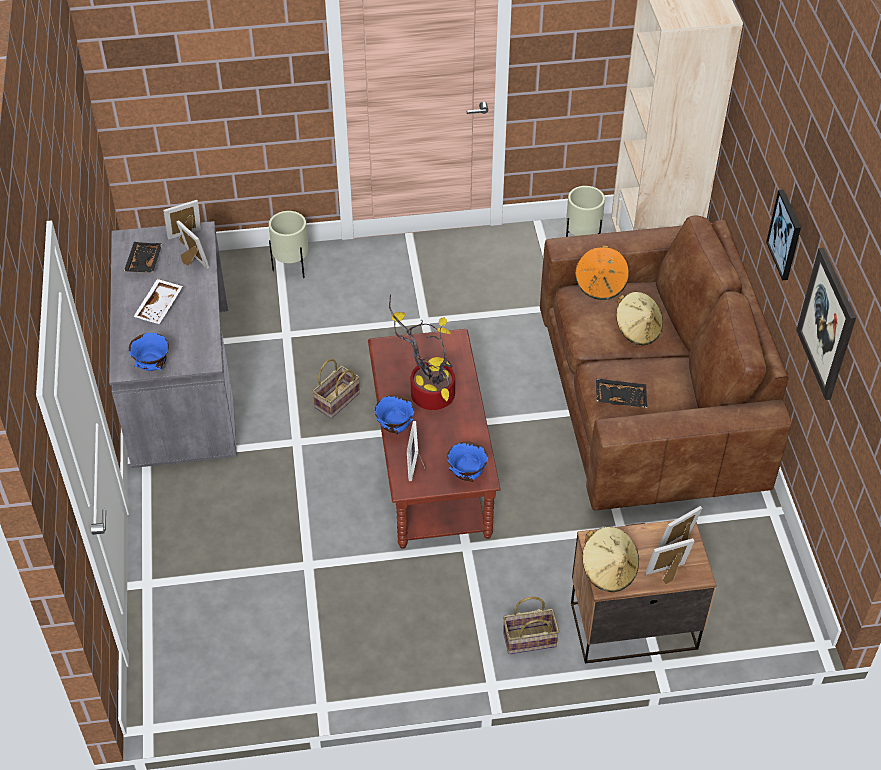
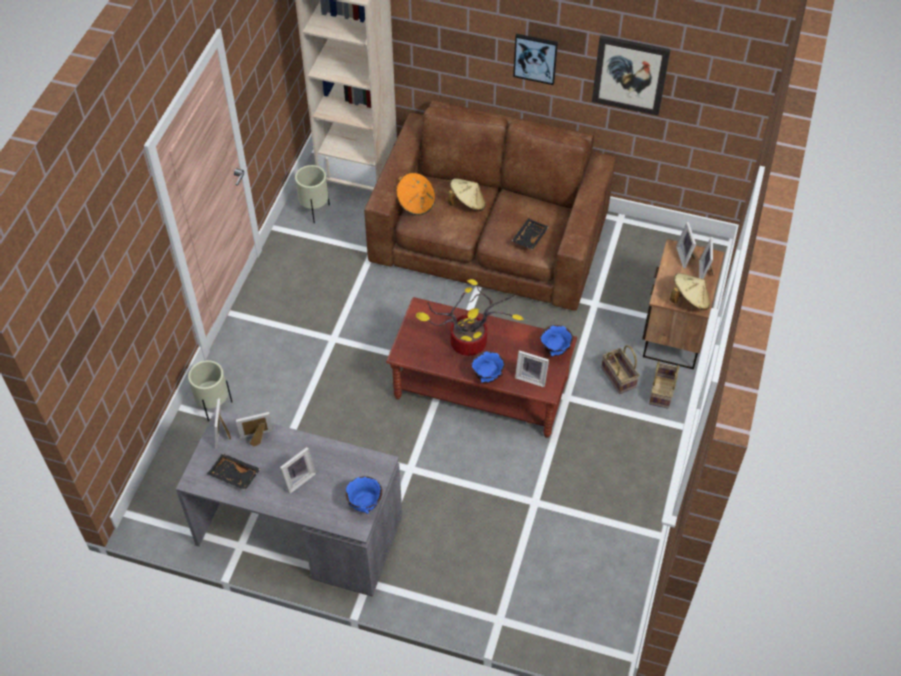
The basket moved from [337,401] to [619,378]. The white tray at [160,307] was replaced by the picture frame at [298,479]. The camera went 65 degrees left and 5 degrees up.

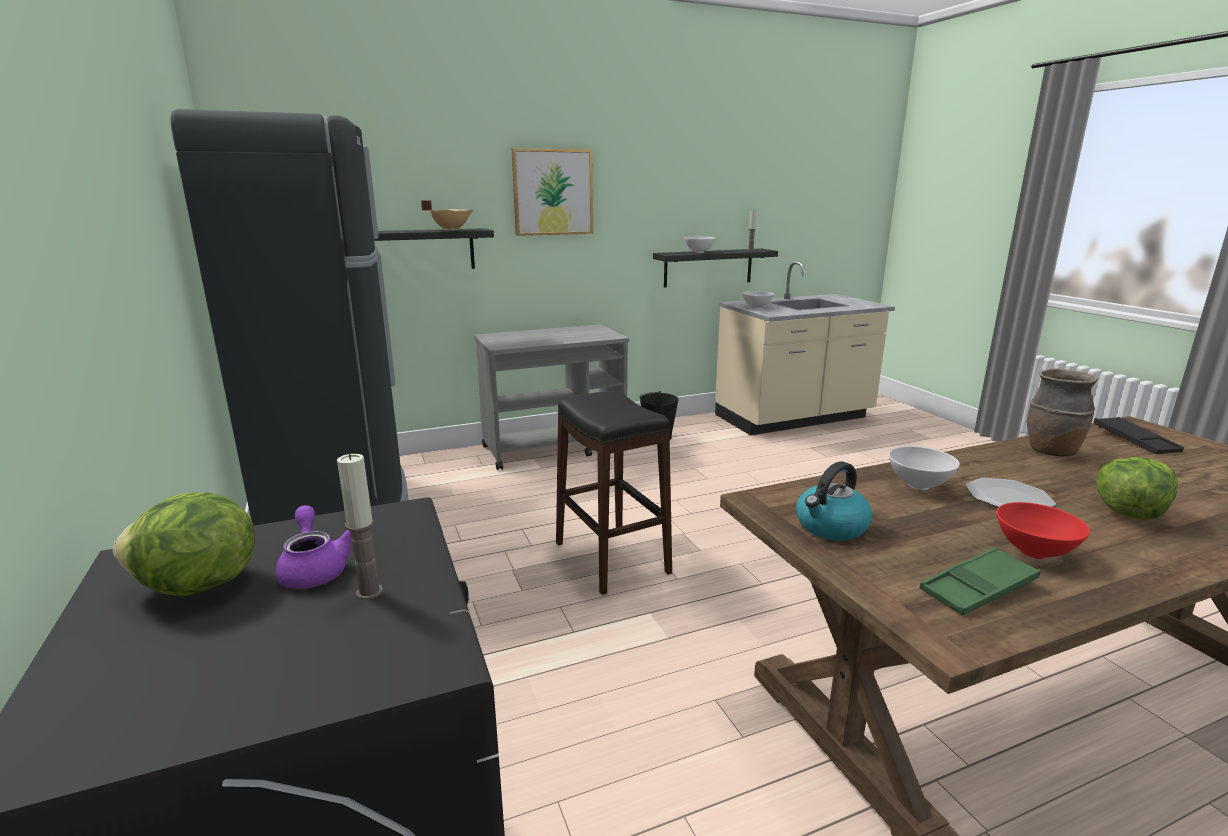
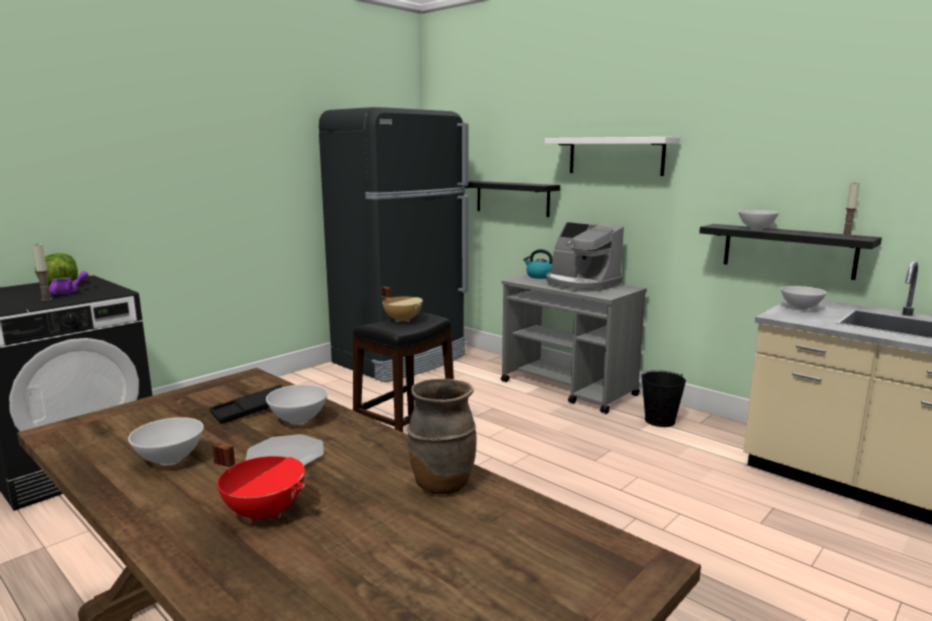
The green tray at [978,588] disappeared. The coffee machine at [580,284] appeared. The beige cooking pot moved from [451,230] to [403,320]. The kettle moved from [830,527] to [539,276]. The black tray moved from [1134,440] to [252,410]. The picture at [553,192] was replaced by the white shelf at [615,156]. The lettuce at [1128,513] was replaced by the red cooking pot at [265,511]. The red bowl at [1033,553] became the white bowl at [169,460]. The camera went 65 degrees right and 5 degrees down.

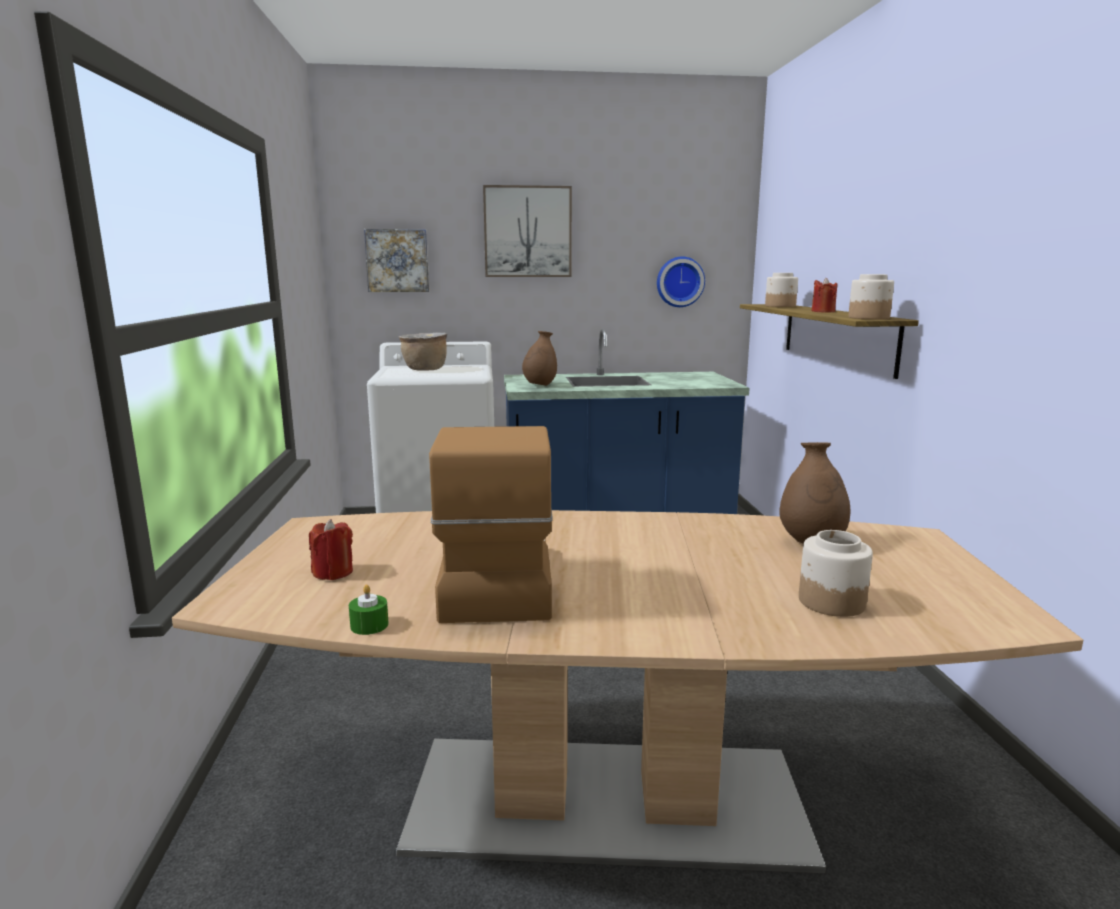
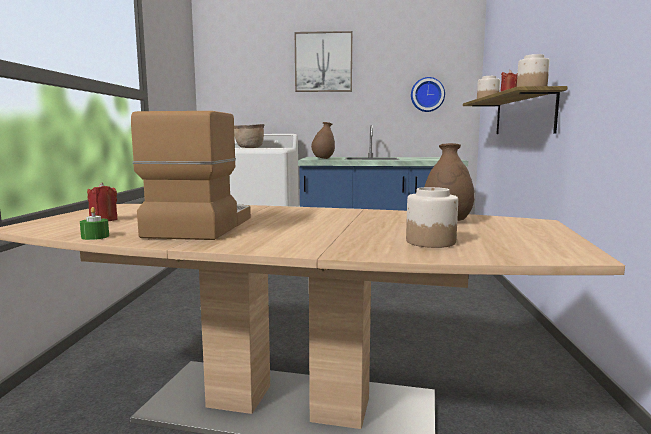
The picture at [397,260] disappeared. The camera went 10 degrees right and 5 degrees down.

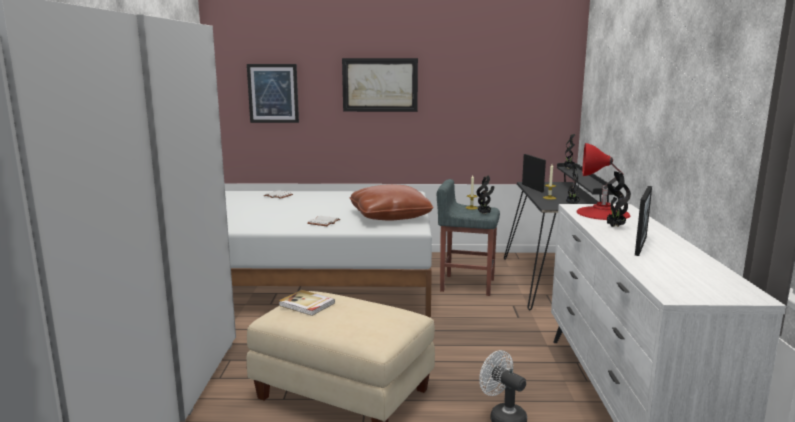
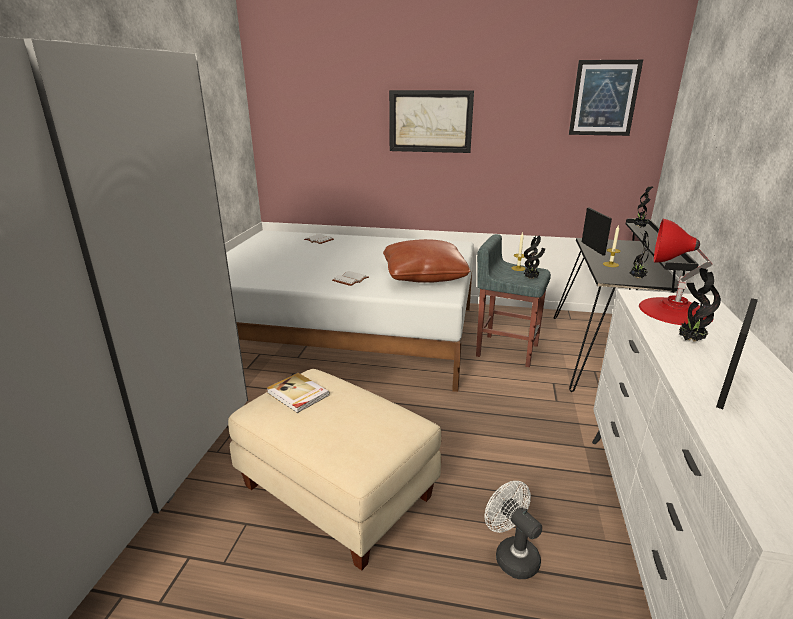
The picture moved from [273,93] to [604,98]. The camera went 10 degrees right and 10 degrees up.

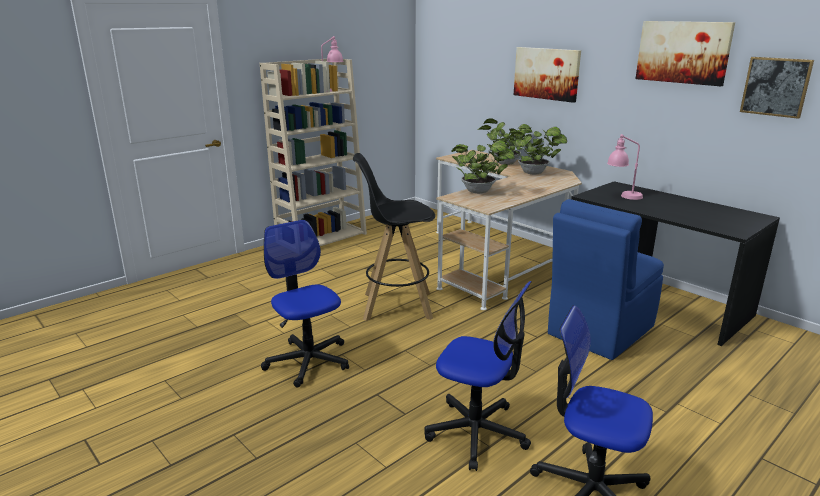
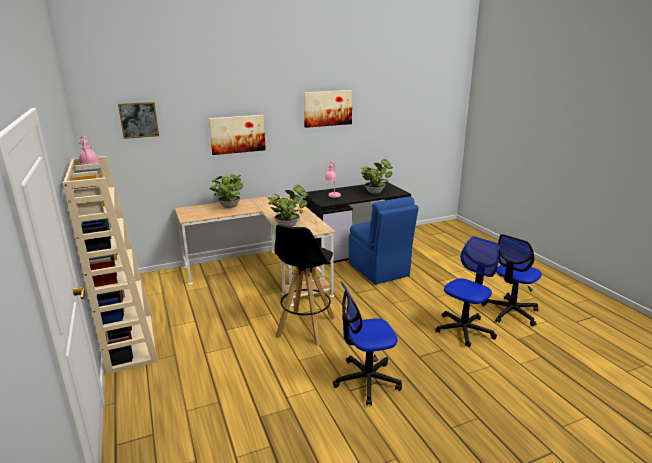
The potted plant moved from [535,173] to [375,192]. The picture moved from [775,87] to [139,120]. The camera went 70 degrees left and 0 degrees up.

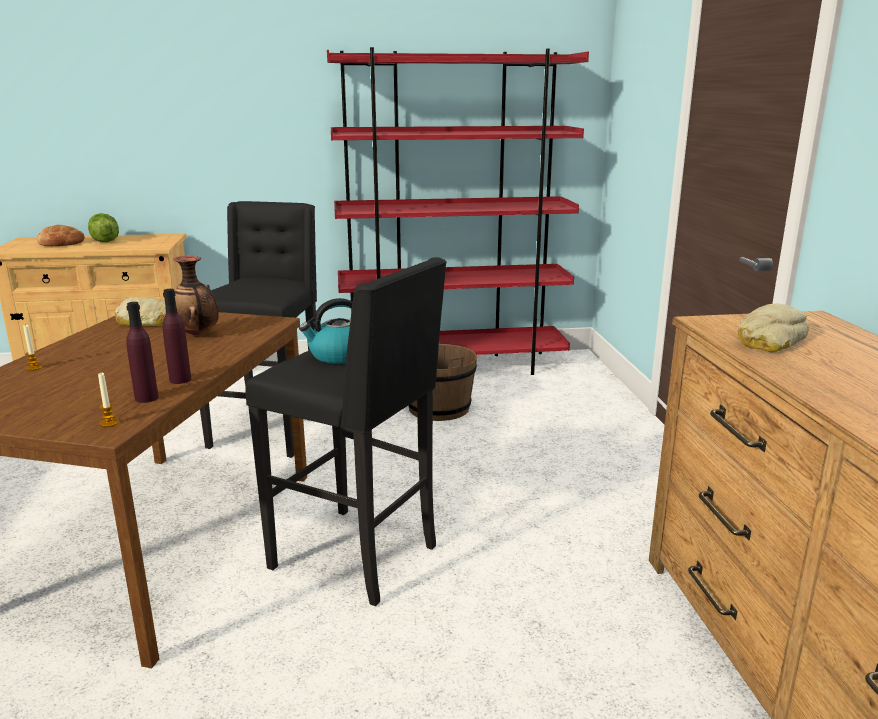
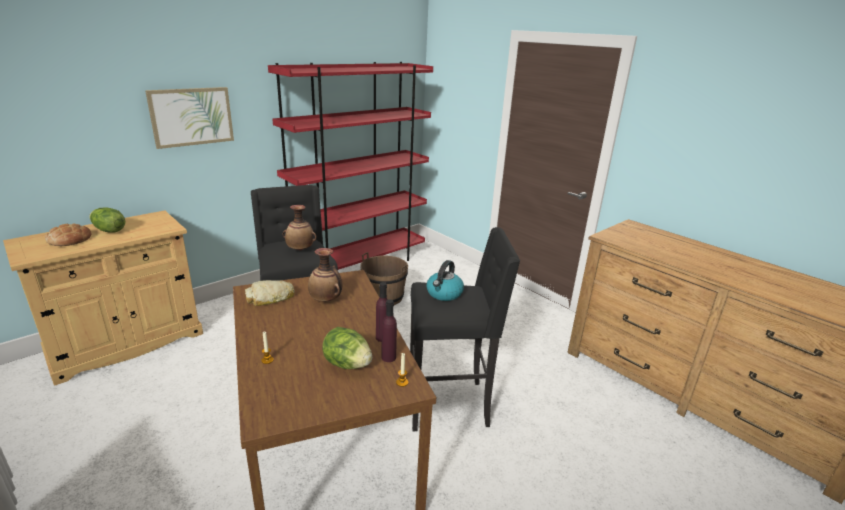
The bread at [769,339] disappeared. The picture at [191,116] appeared. The vase at [300,249] appeared. The lettuce at [347,364] appeared. The camera went 35 degrees left and 5 degrees up.

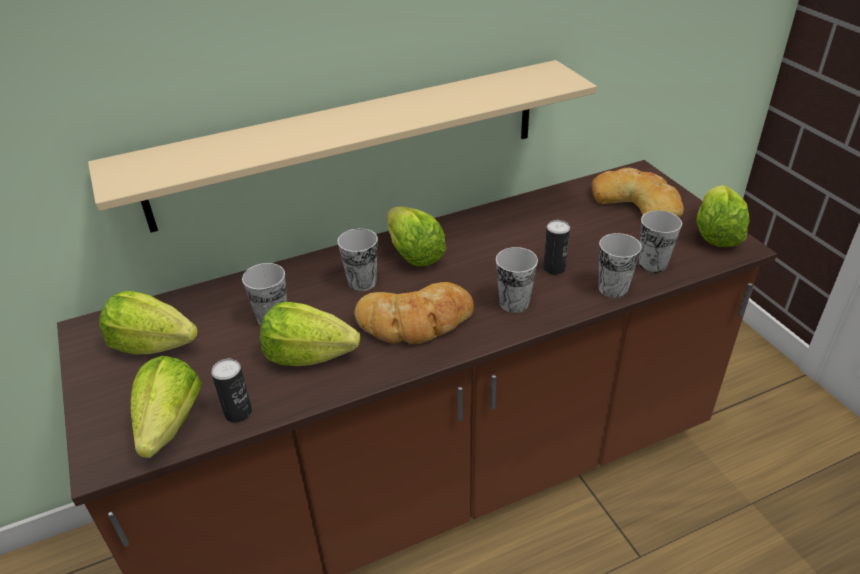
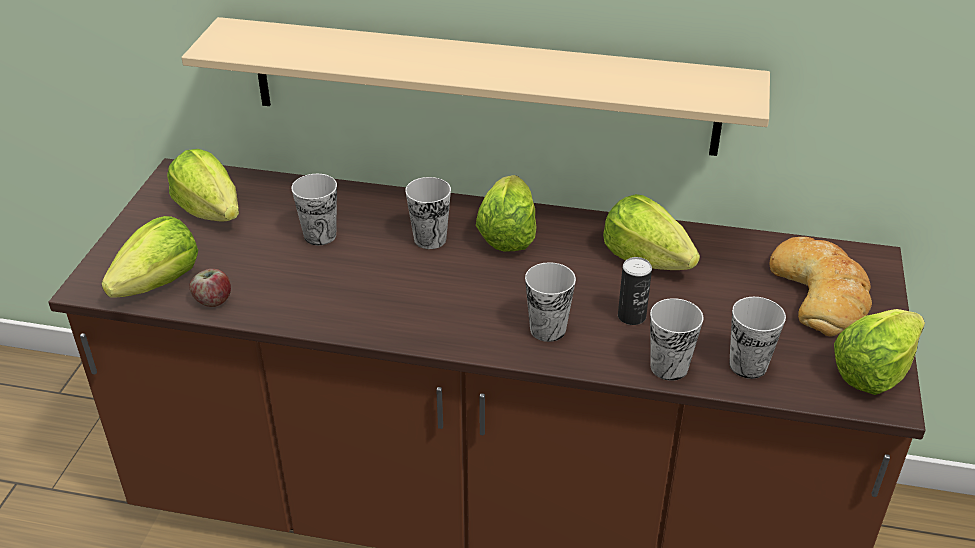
The bread at [415,321] disappeared. The lettuce moved from [308,355] to [646,259]. The can at [238,412] was replaced by the apple at [213,300]. The camera went 35 degrees right and 0 degrees up.

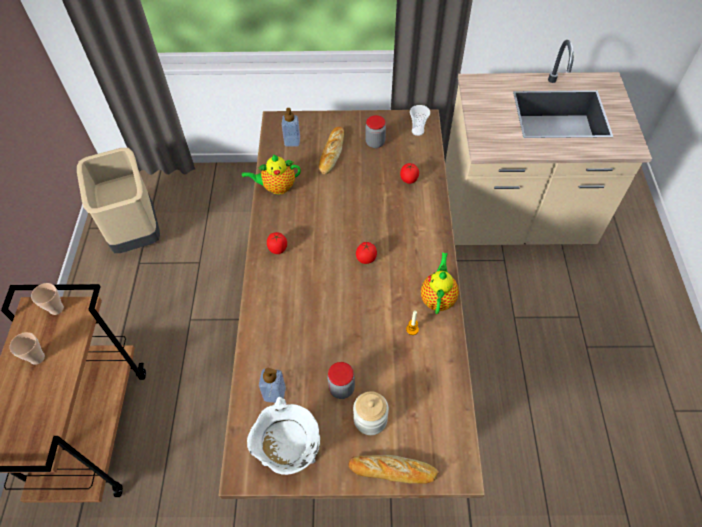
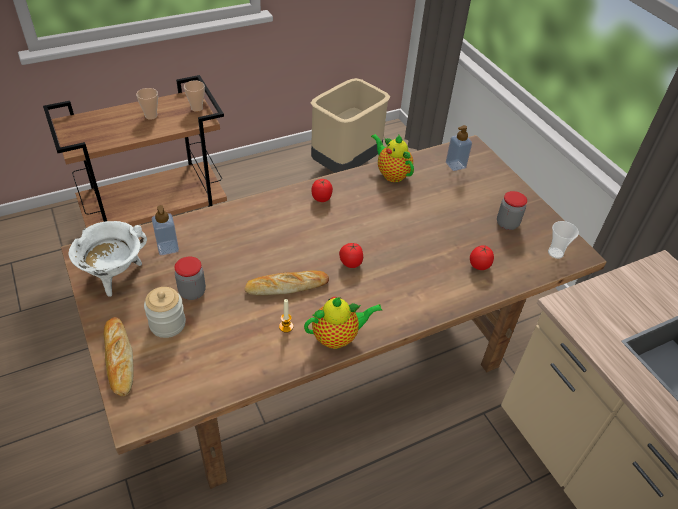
The bread moved from [331,152] to [286,286]. The camera went 60 degrees right and 10 degrees down.

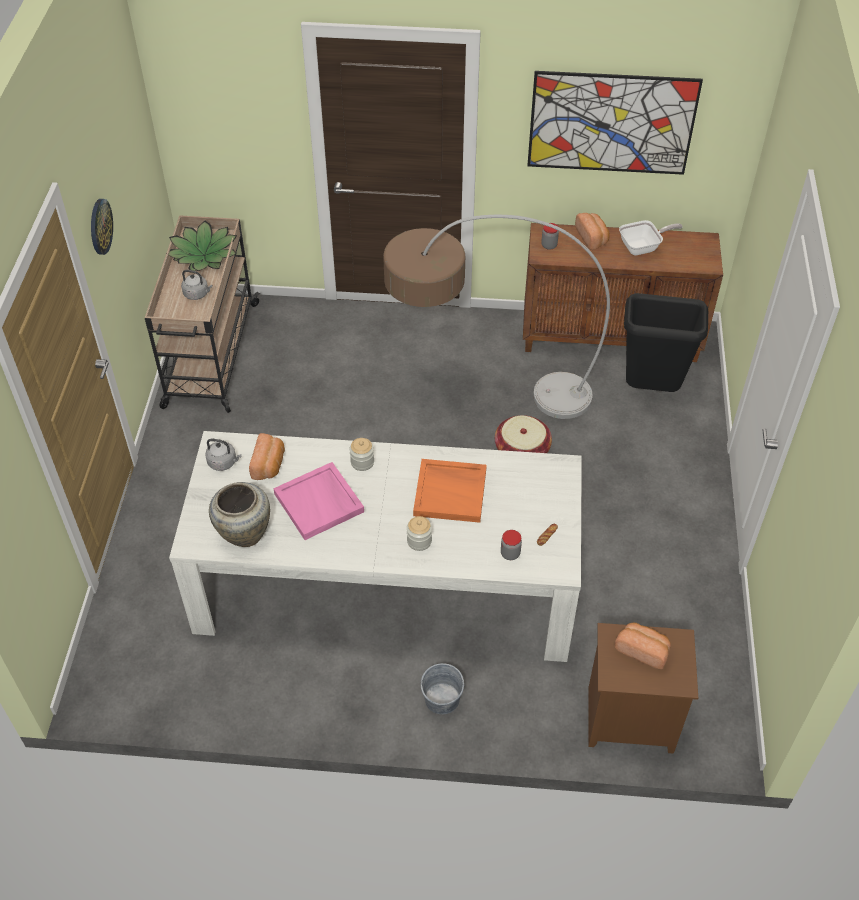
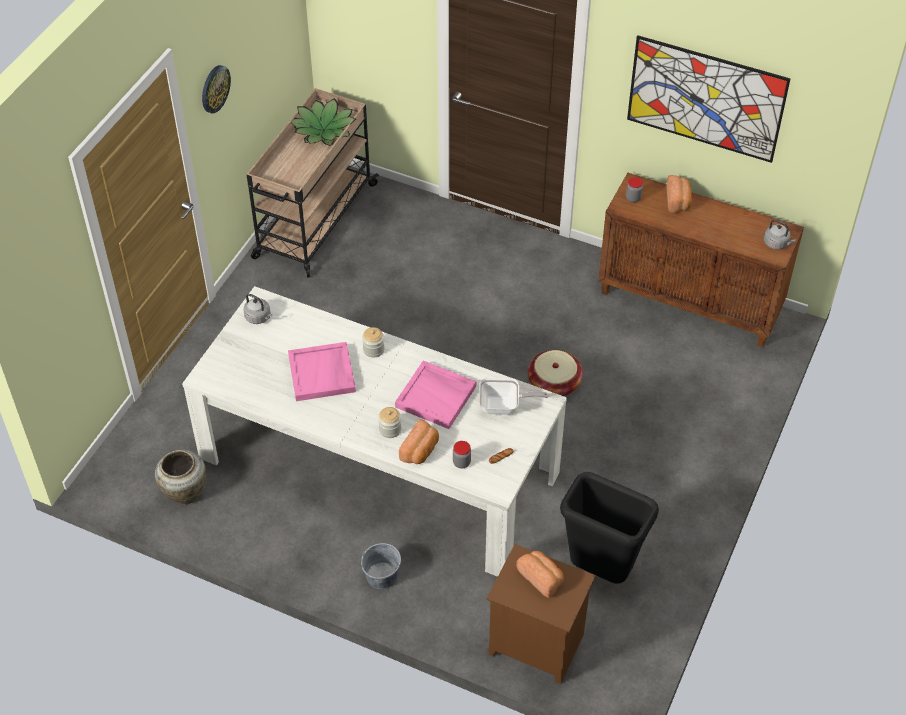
The floor lamp at [481,395] disappeared. The grey kettle moved from [197,294] to [777,243]. The beige vase moved from [243,532] to [184,491]. The bread moved from [269,465] to [420,450]. The frying pan moved from [643,247] to [504,406]. The black trash can moved from [651,389] to [601,571]. The orange tray at [451,492] became the pink tray at [436,396]. The camera went 20 degrees right and 0 degrees up.

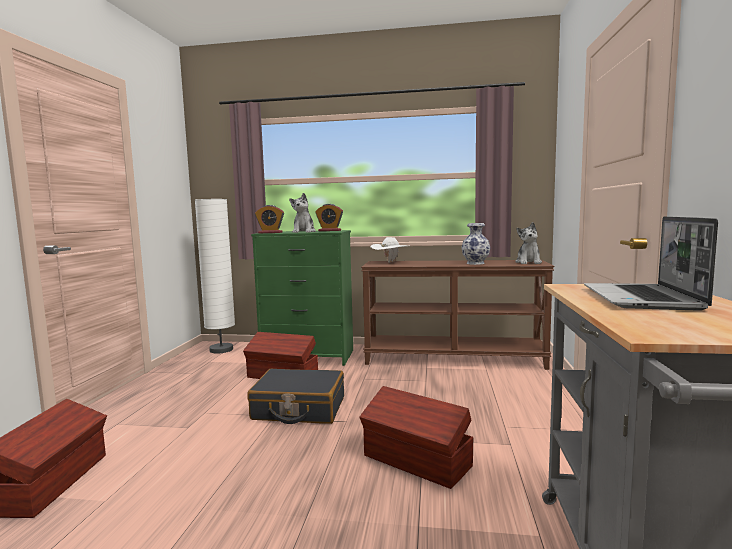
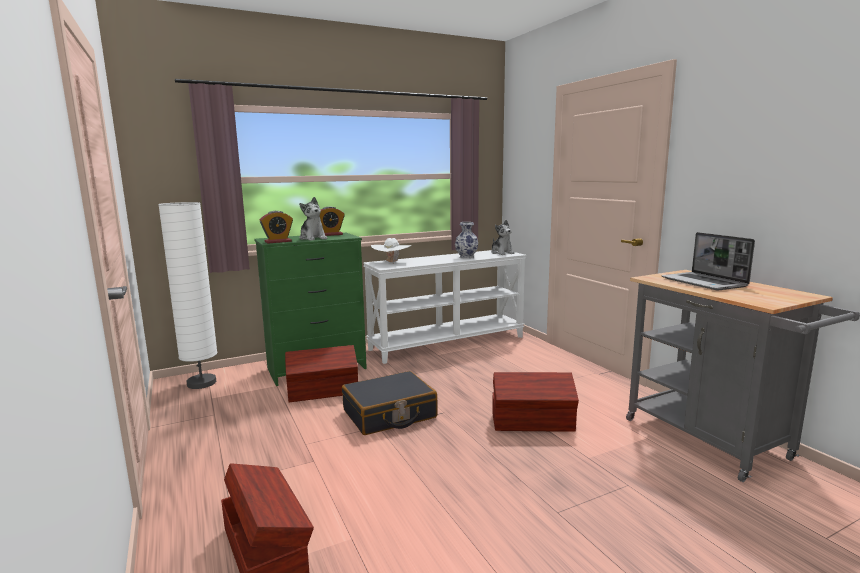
The brown console table at [453,359] became the white console table at [447,343]. The camera went 35 degrees left and 5 degrees up.

